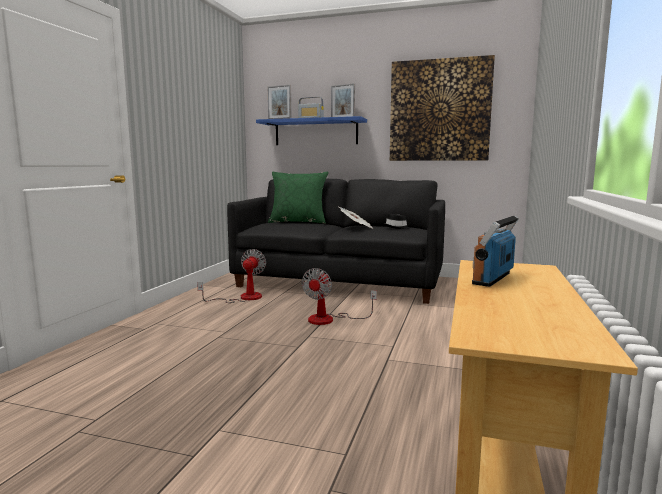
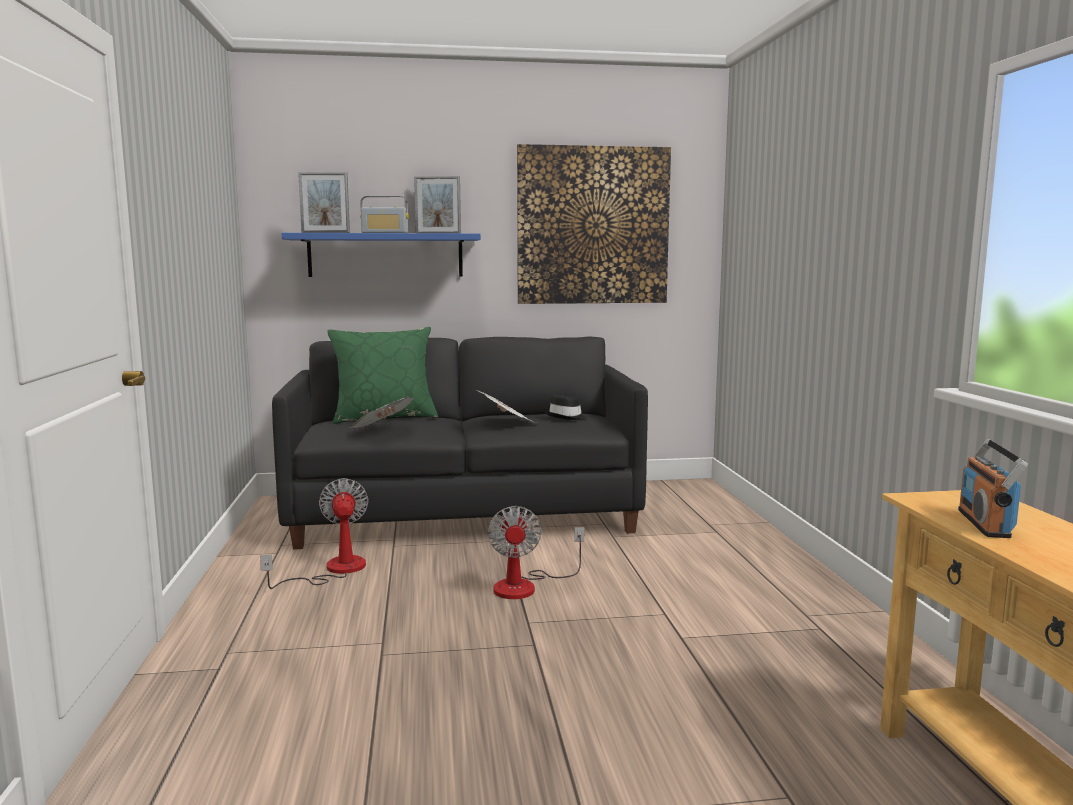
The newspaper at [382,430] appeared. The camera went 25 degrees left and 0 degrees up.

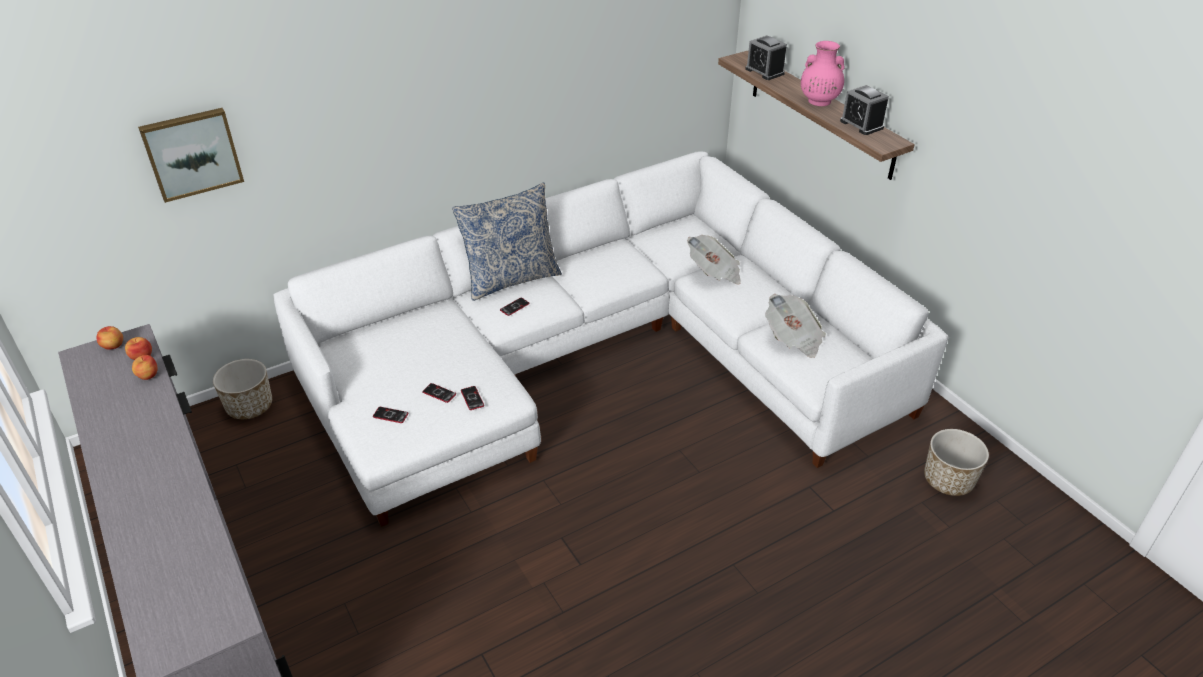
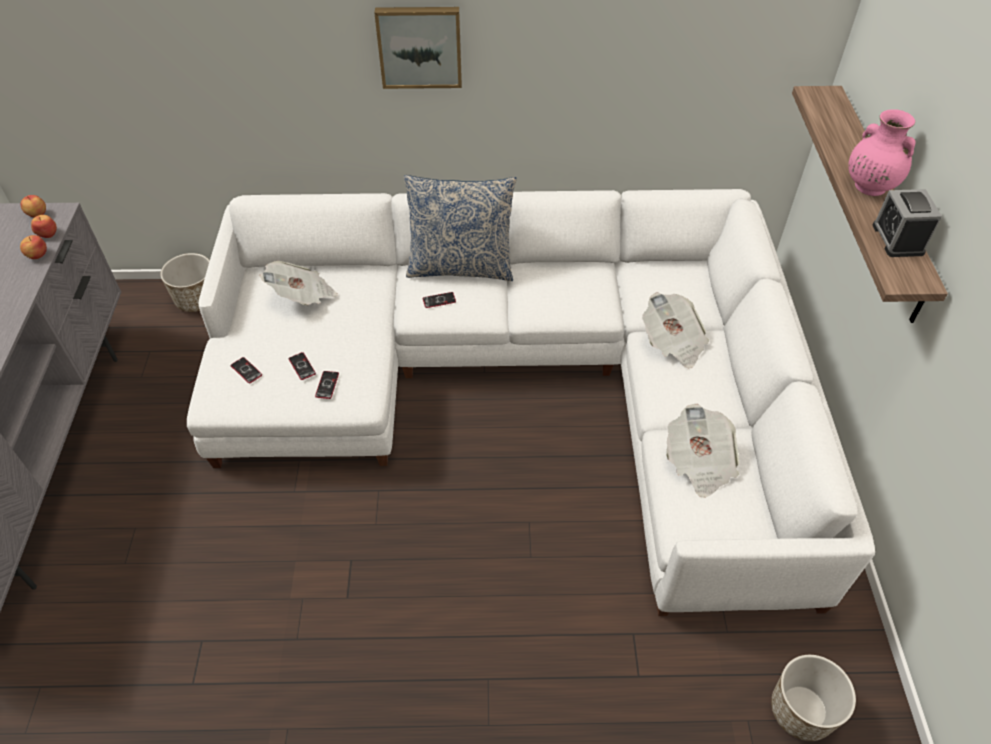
The alarm clock at [764,71] disappeared. The newspaper at [303,296] appeared. The picture moved from [192,153] to [420,46]. The camera went 30 degrees right and 10 degrees up.

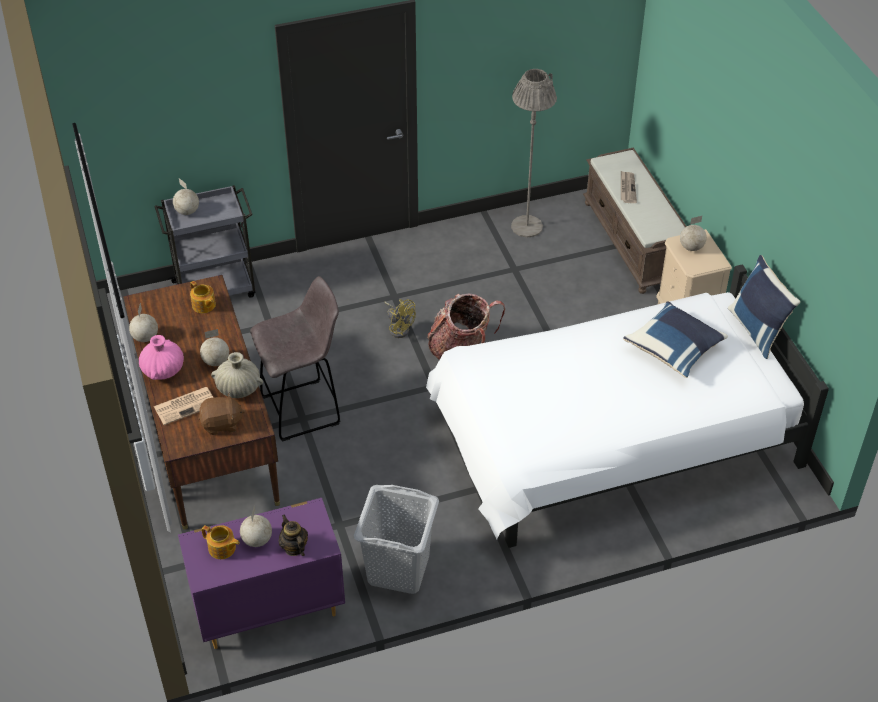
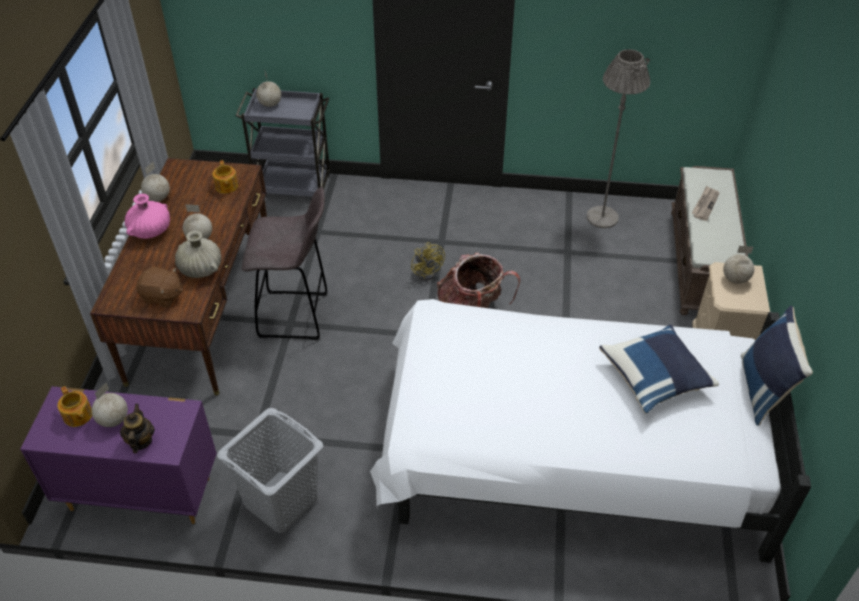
The newspaper at [186,405] disappeared. The camera went 25 degrees right and 0 degrees up.

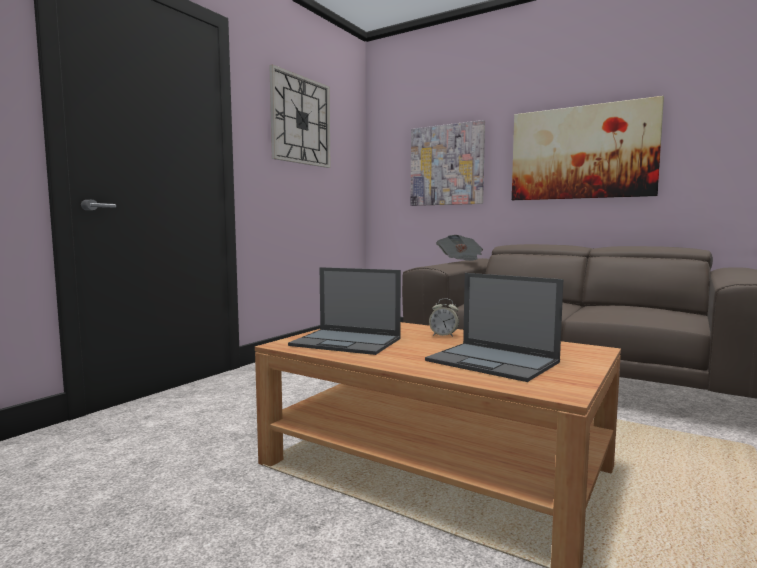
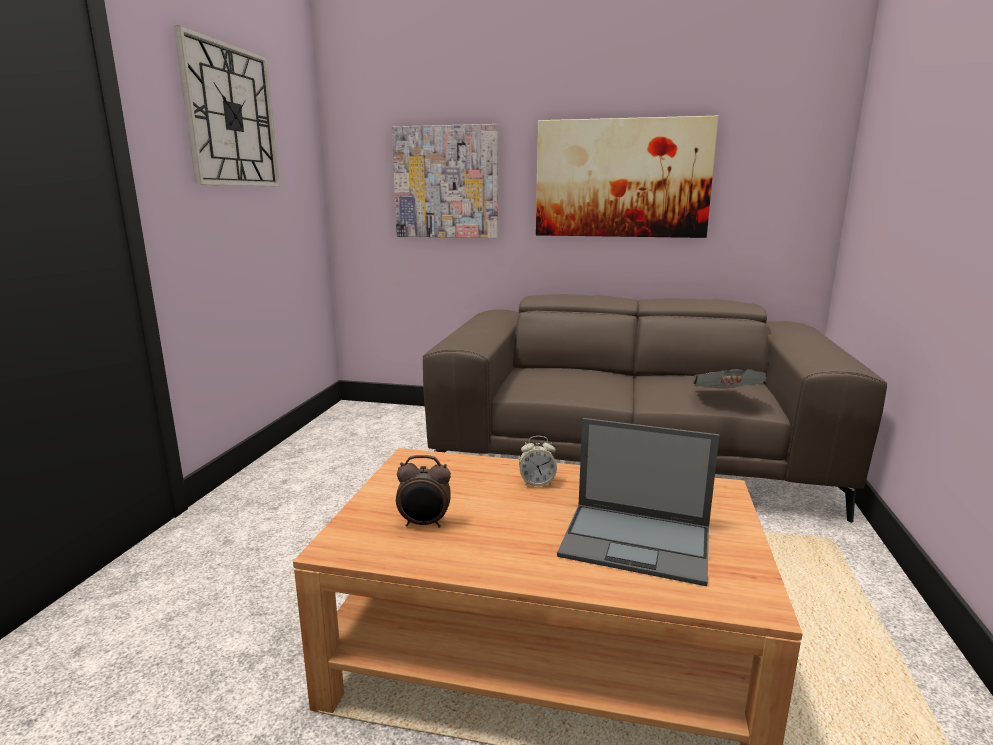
The newspaper moved from [460,261] to [725,398]. The laptop at [347,342] was replaced by the alarm clock at [424,524]. The camera went 20 degrees left and 10 degrees up.

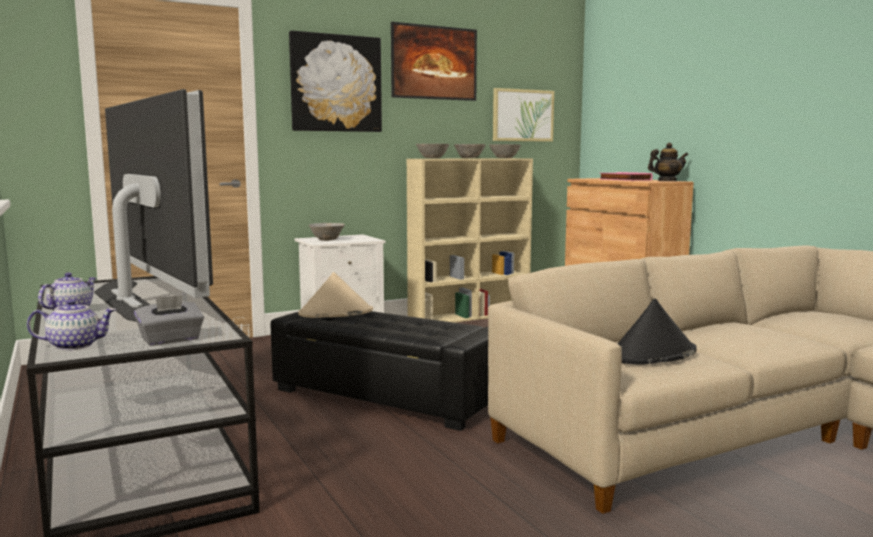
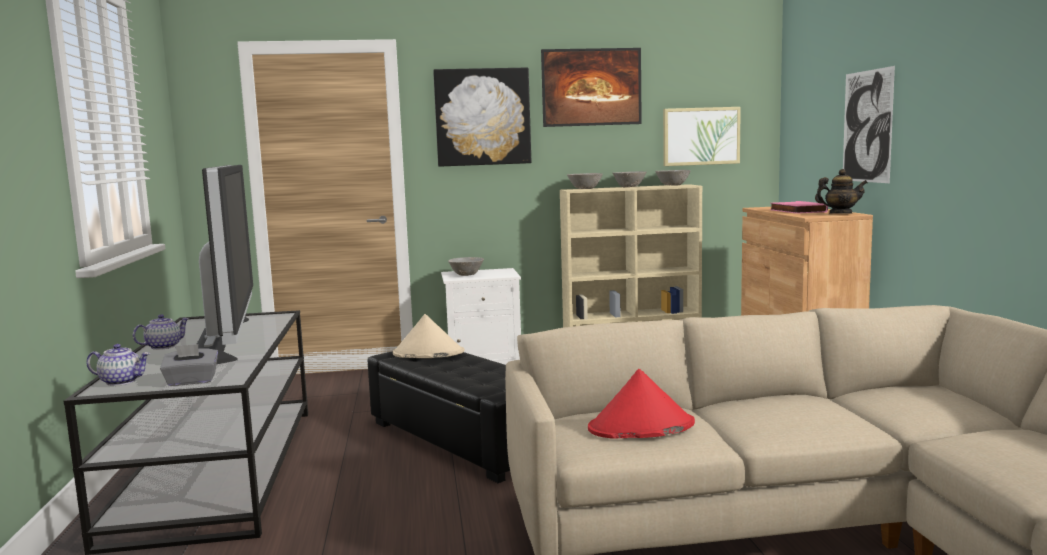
The picture at [867,126] appeared. The black hat at [652,354] became the red hat at [640,427]. The camera went 20 degrees right and 0 degrees up.

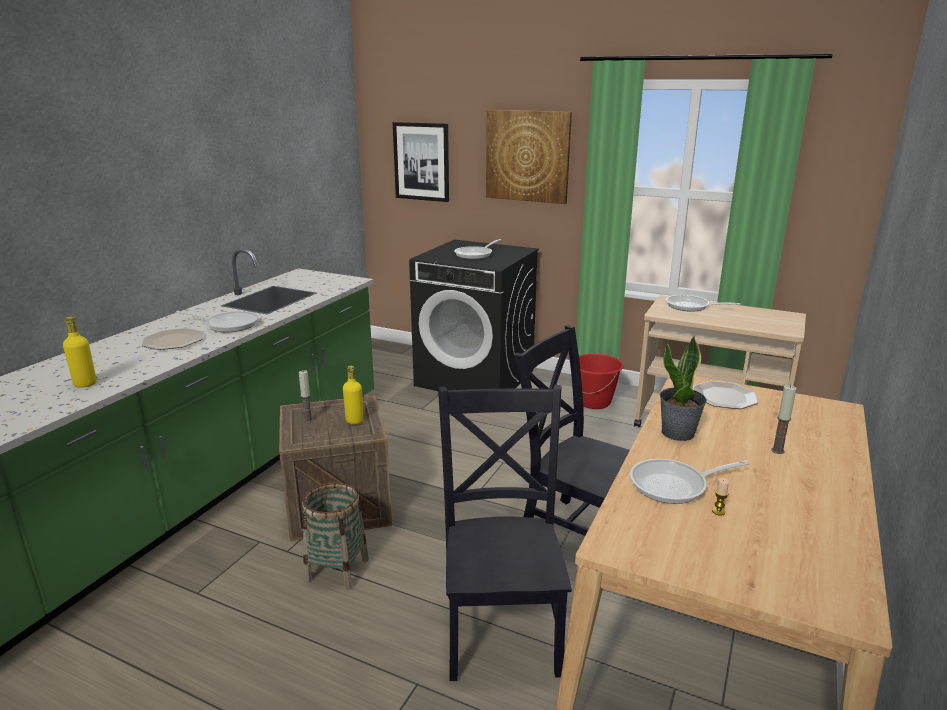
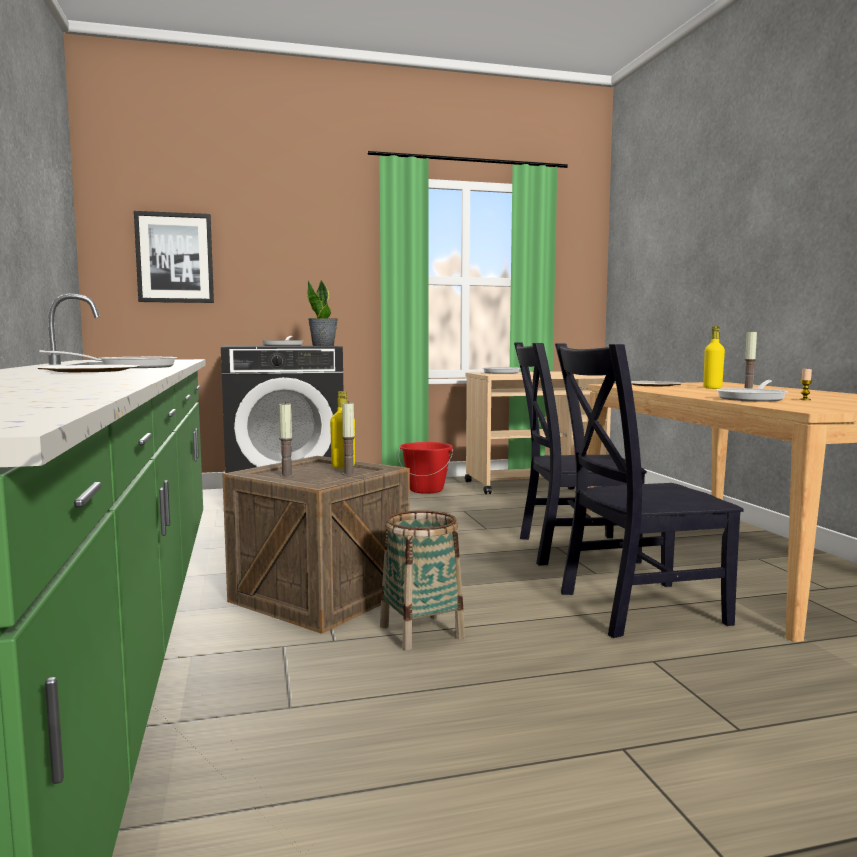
The picture at [527,156] disappeared. The candle at [349,474] appeared. The yellow bottle moved from [85,384] to [712,388]. The potted plant moved from [678,433] to [323,346]. The black chair at [502,626] turned 60 degrees counterclockwise. The camera went 40 degrees left and 15 degrees down.

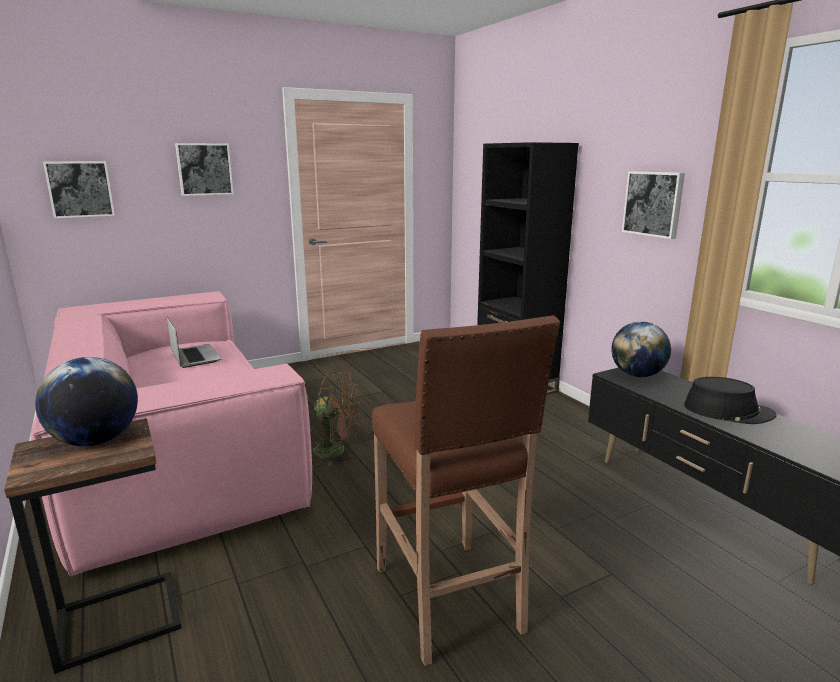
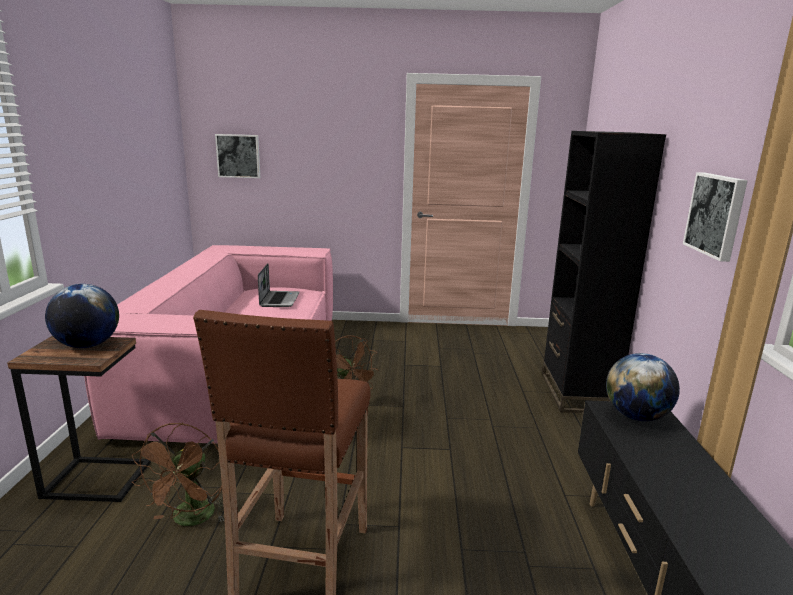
The picture at [204,169] disappeared. The black hat at [728,411] disappeared. The brown fan at [190,520] appeared. The camera went 30 degrees right and 0 degrees up.

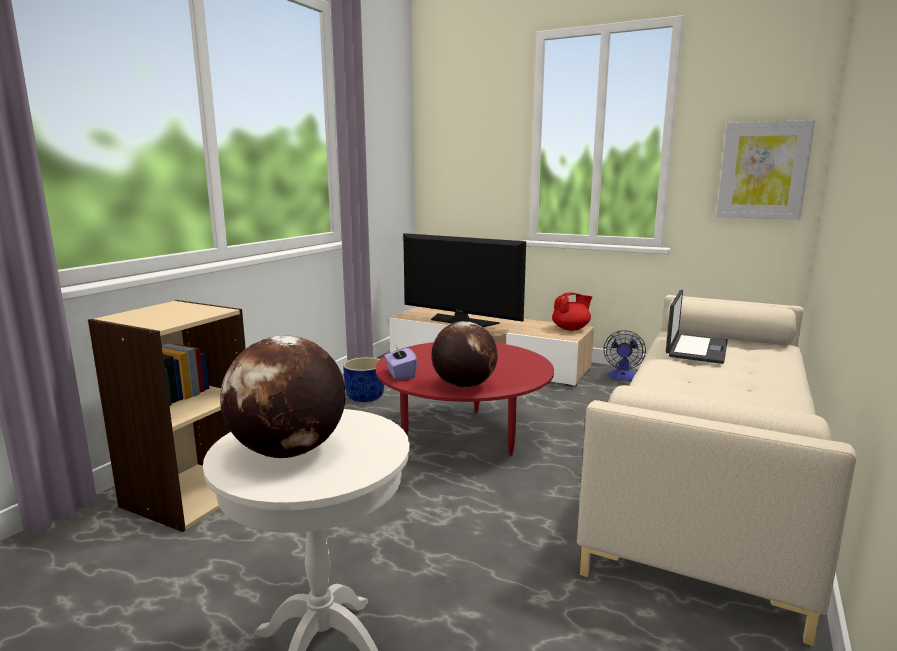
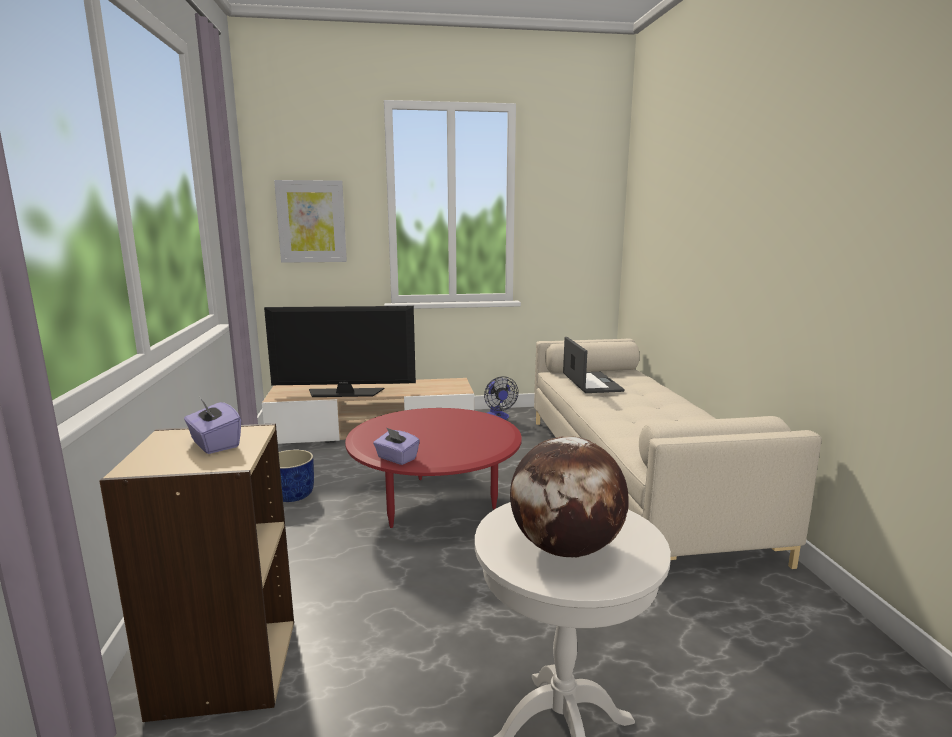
The globe at [463,386] disappeared. The red teapot at [571,329] disappeared. The purple tissue box at [214,444] appeared. The picture moved from [763,170] to [311,221]. The camera went 35 degrees left and 0 degrees up.

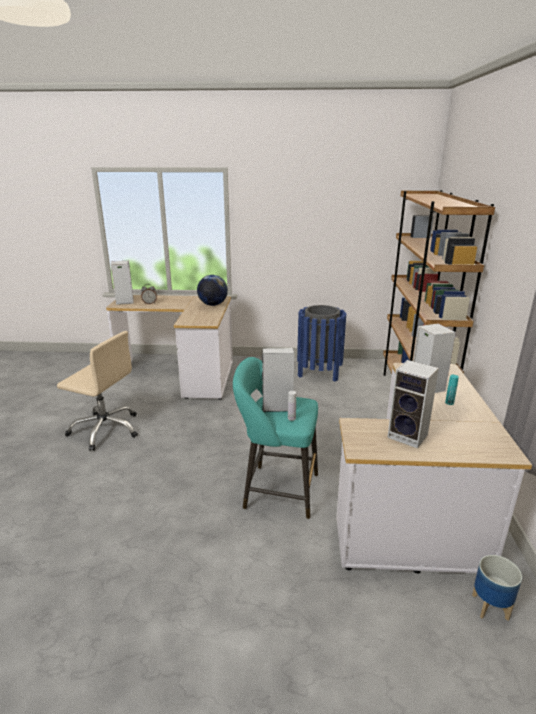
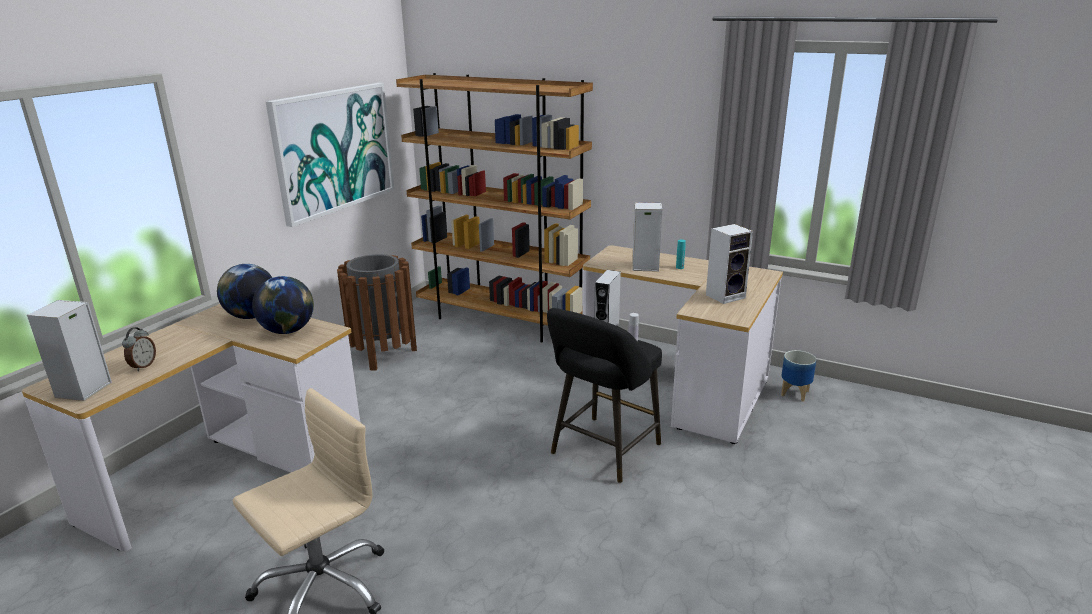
The globe at [288,331] appeared. The picture at [334,150] appeared. The turquoise stool at [276,490] became the black stool at [602,452]. The blue trash can at [319,373] became the brown trash can at [383,354]. The camera went 65 degrees left and 0 degrees up.

